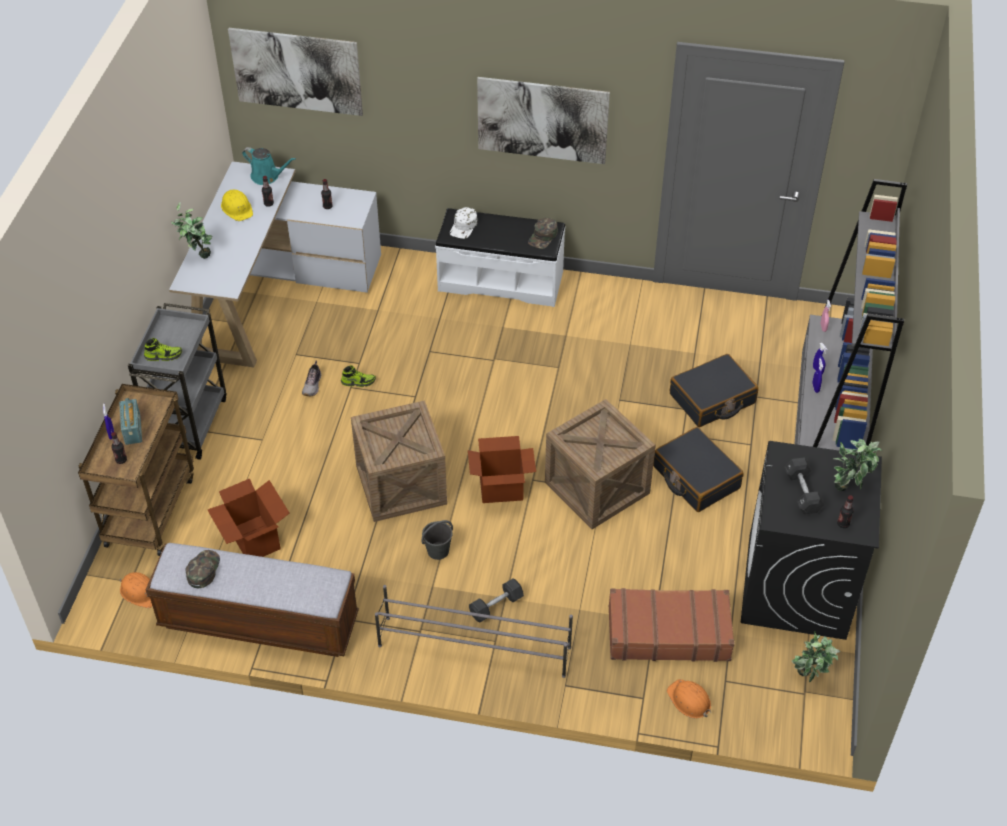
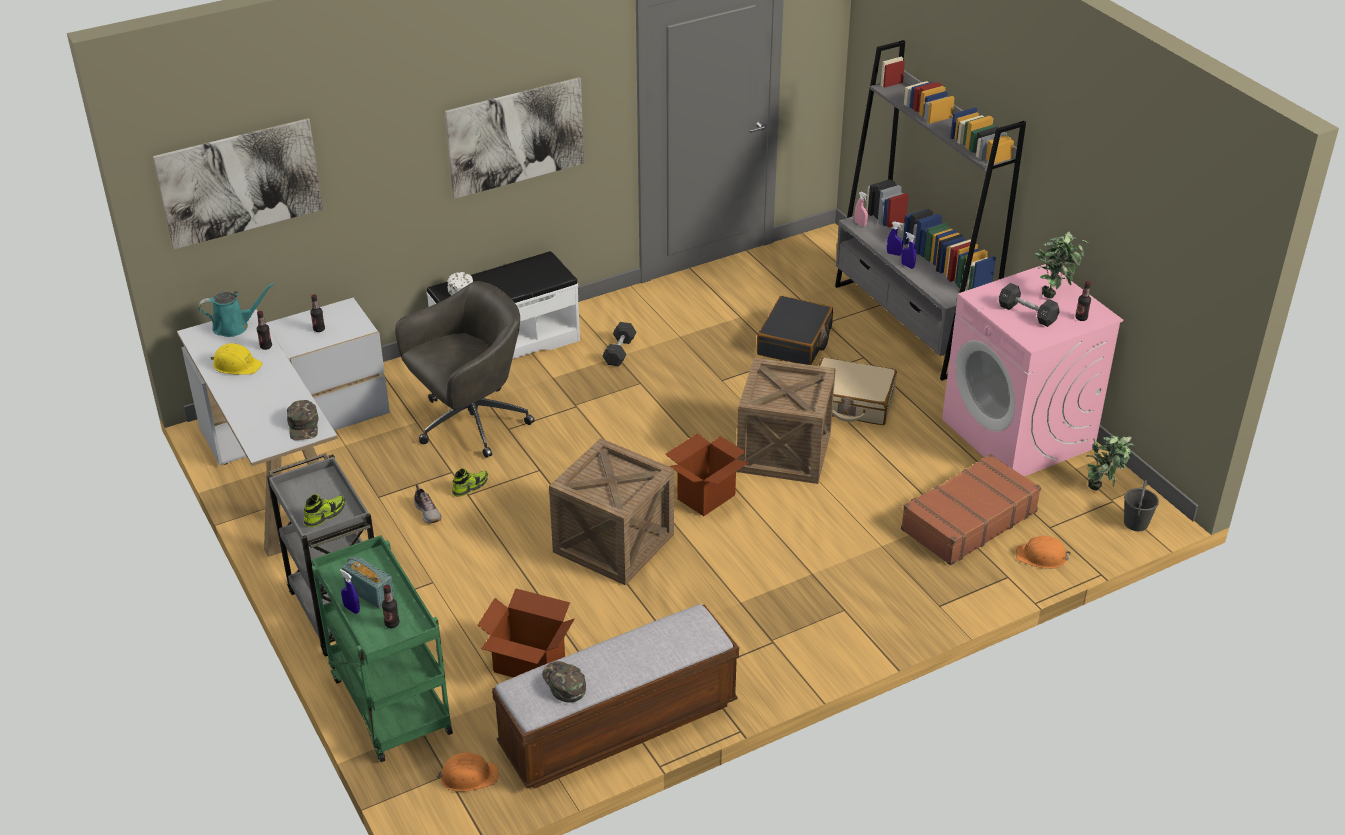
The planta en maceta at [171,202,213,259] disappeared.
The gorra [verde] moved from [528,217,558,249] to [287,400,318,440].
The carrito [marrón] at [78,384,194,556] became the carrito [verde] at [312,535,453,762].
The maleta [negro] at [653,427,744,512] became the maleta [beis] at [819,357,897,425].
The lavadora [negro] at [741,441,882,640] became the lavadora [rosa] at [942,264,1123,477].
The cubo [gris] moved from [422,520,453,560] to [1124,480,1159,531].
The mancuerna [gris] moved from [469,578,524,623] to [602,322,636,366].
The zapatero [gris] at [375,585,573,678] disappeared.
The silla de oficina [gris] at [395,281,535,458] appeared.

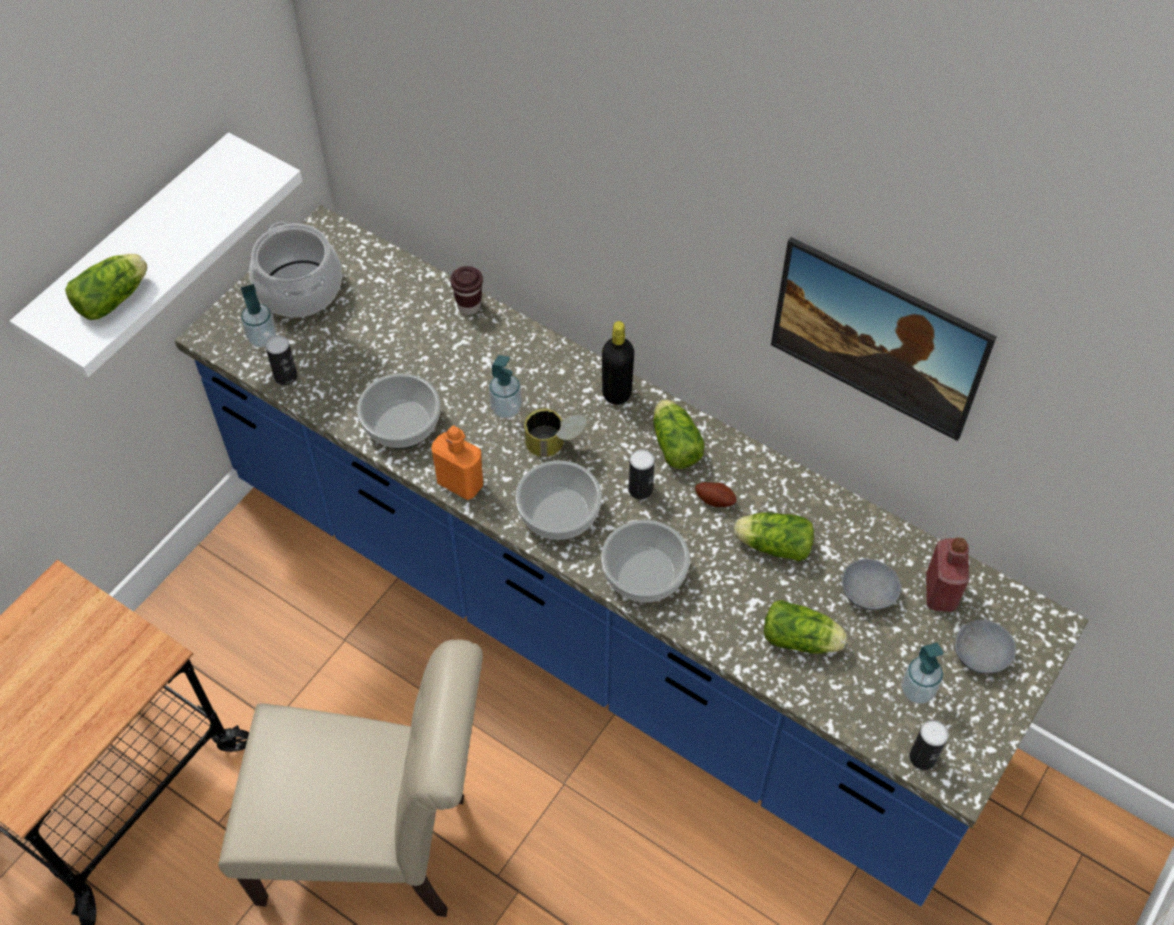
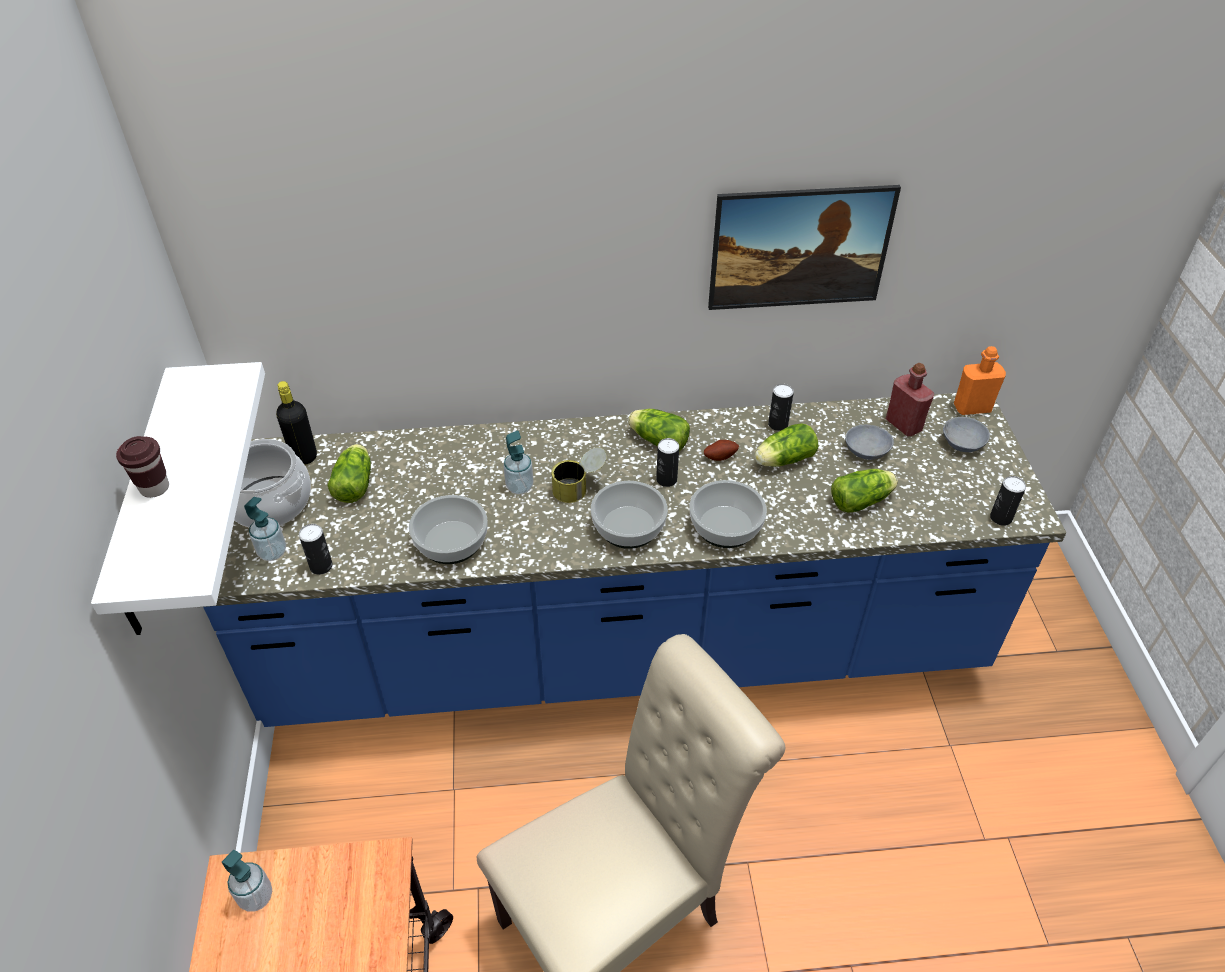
The lechuga moved from [65,254,147,320] to [328,444,371,503].
The taza [marrón] moved from [450,266,483,315] to [116,436,169,498].
The botella [negro] moved from [602,321,634,405] to [276,381,317,465].
The botella [naranja] moved from [431,425,483,500] to [954,346,1006,415].
The dispensador de jabón moved from [901,643,943,704] to [222,850,272,912].
The lata at [768,384,794,431] appeared.

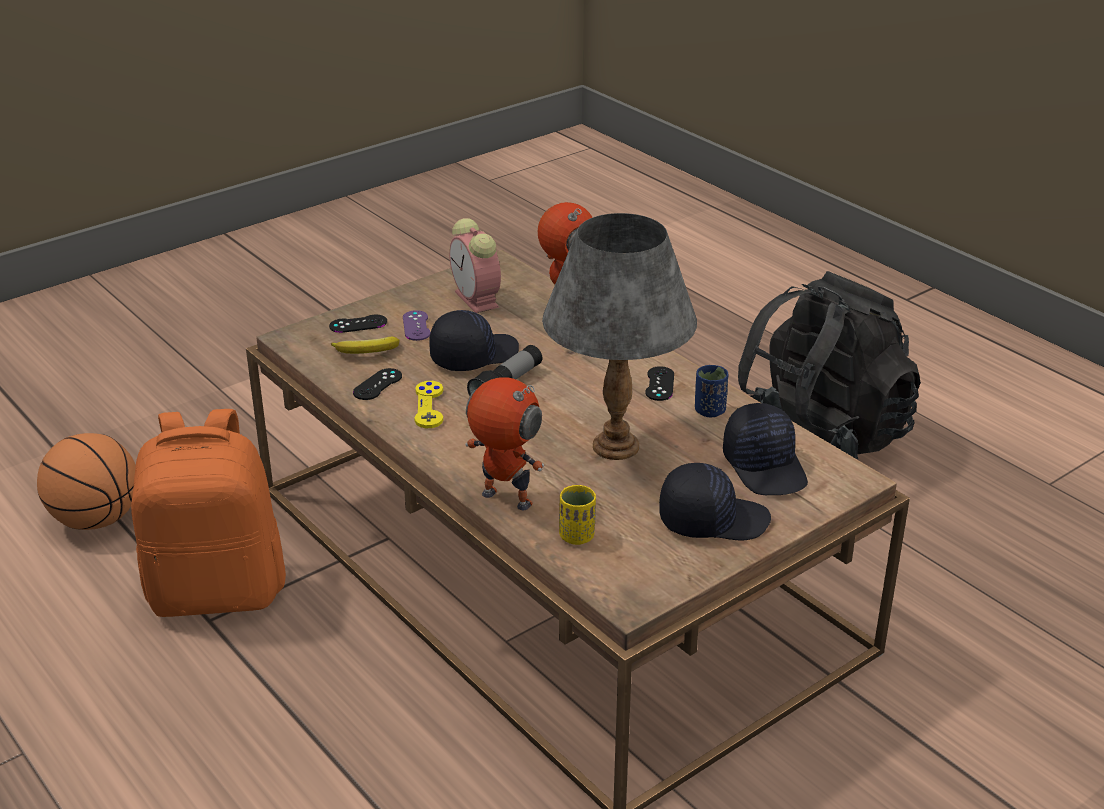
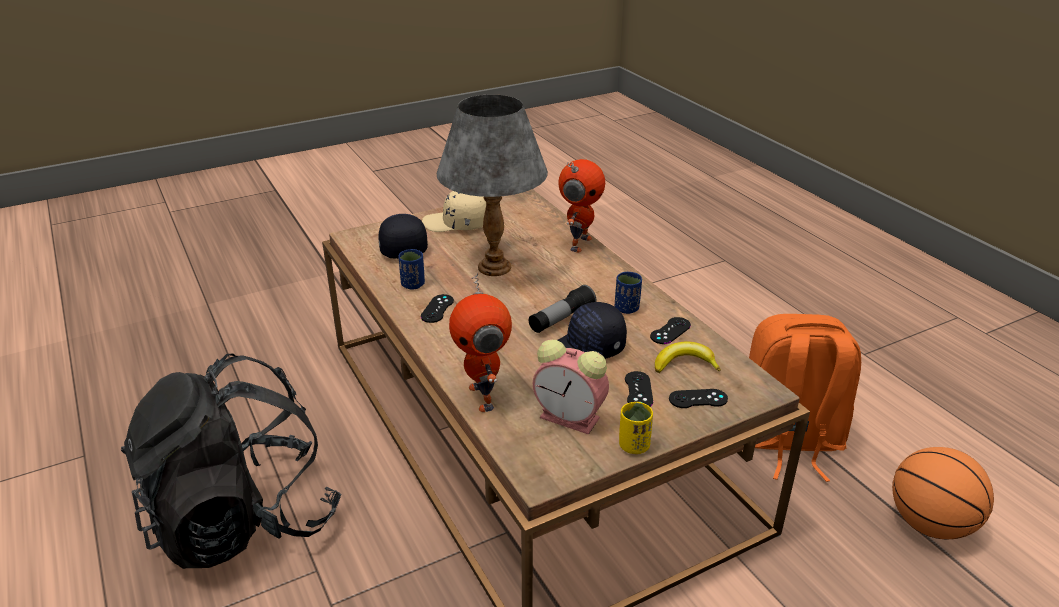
The despertador at [449,218,501,313] turned 135 degrees clockwise.
The mando de consola [morado] at [403,310,431,341] became the mando de consola [negro] at [625,371,653,407].
The robot de juguete at [465,377,544,511] turned 105 degrees counterclockwise.
The mando de consola [amarillo] at [414,381,443,428] was replaced by the taza [azul] at [615,272,642,314].
The gorra [negro] at [659,463,771,541] became the gorra [beis] at [422,191,486,232].
The taza [amarillo] moved from [559,485,596,545] to [619,402,653,454].

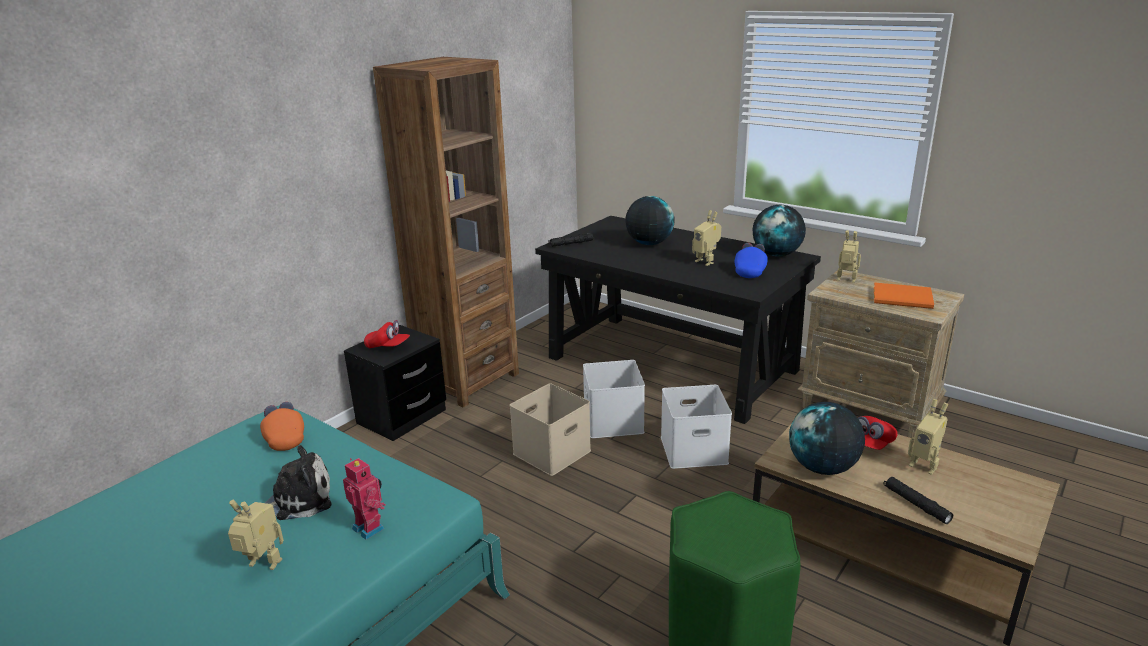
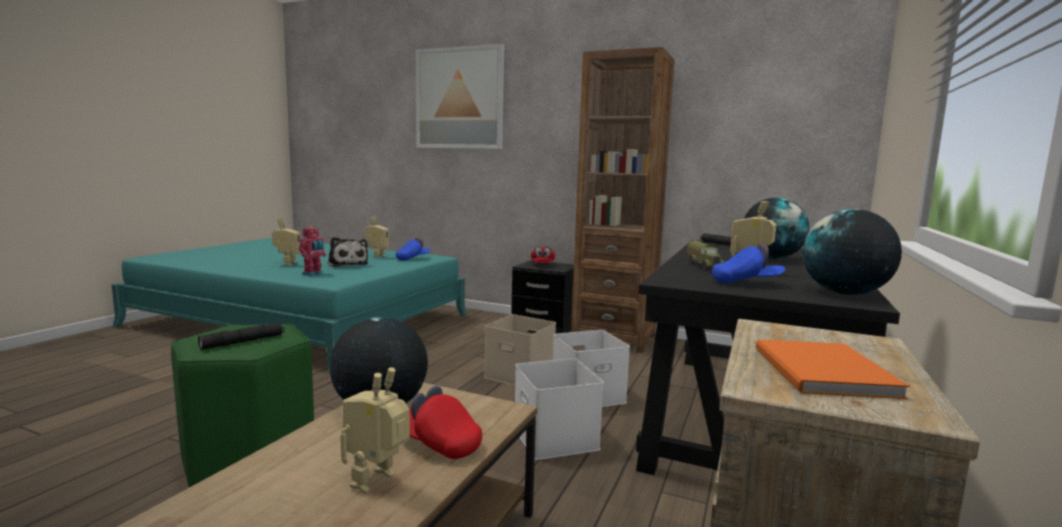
The robot de juguete moved from [837,230,861,283] to [365,216,389,258].
The gorra [naranja] at [260,402,304,451] became the gorra [azul] at [396,238,430,260].
The linterna [negro] moved from [883,477,953,524] to [198,323,285,350].
The cuadro at [416,44,504,149] appeared.
The camión de juguete at [687,240,724,270] appeared.

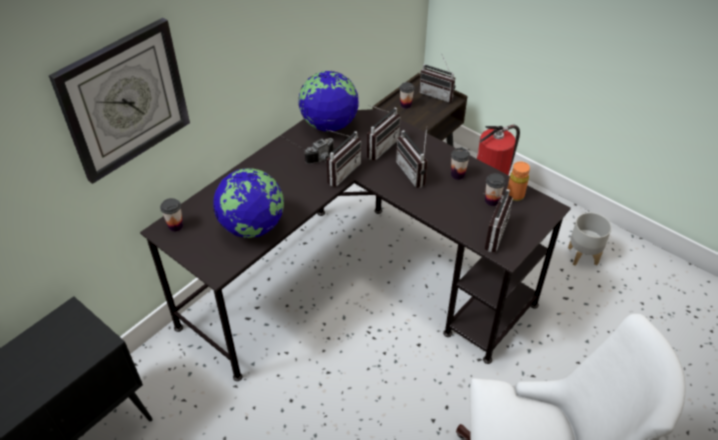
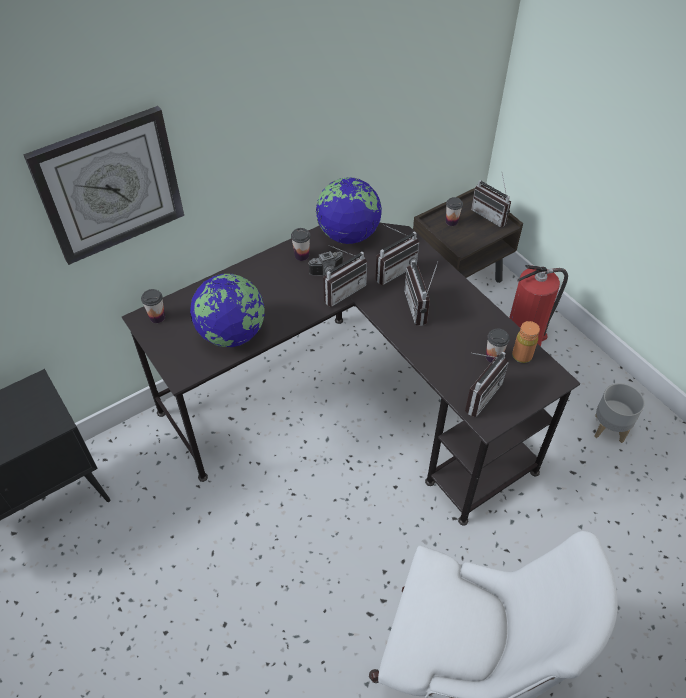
The taza moved from [451,148,470,180] to [291,228,311,261].

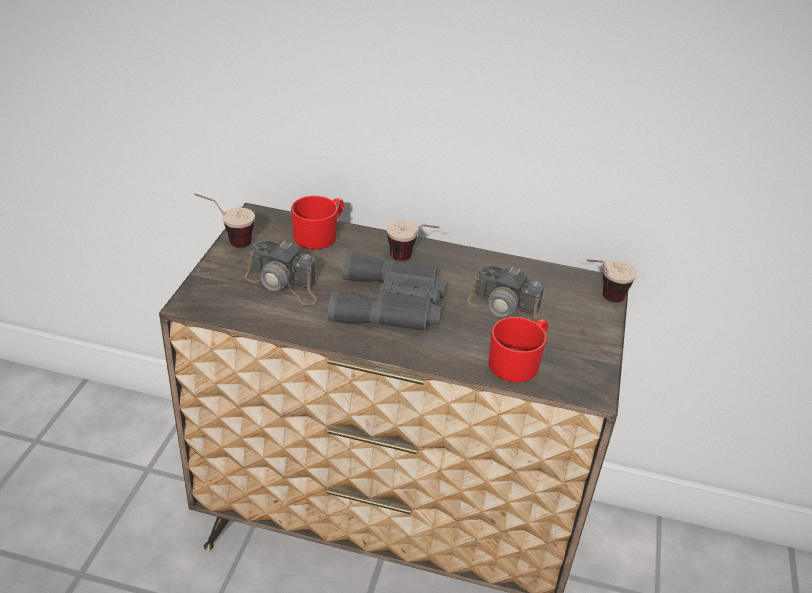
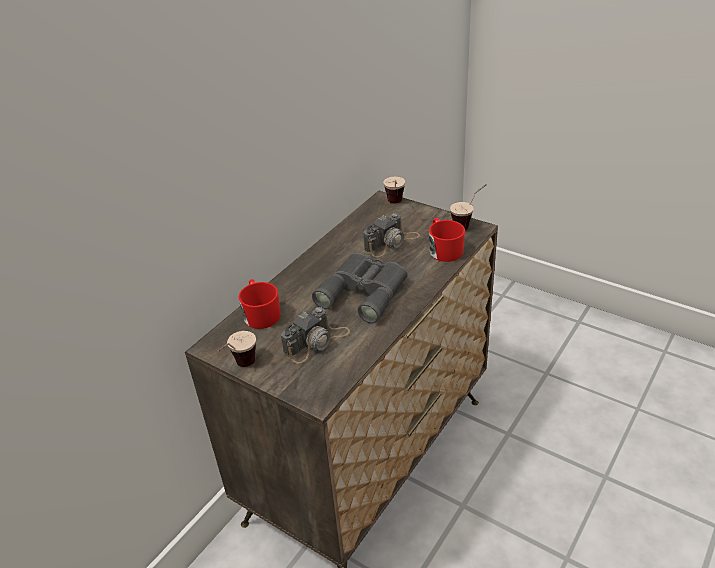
The taza moved from [386,221,439,261] to [450,184,486,230].

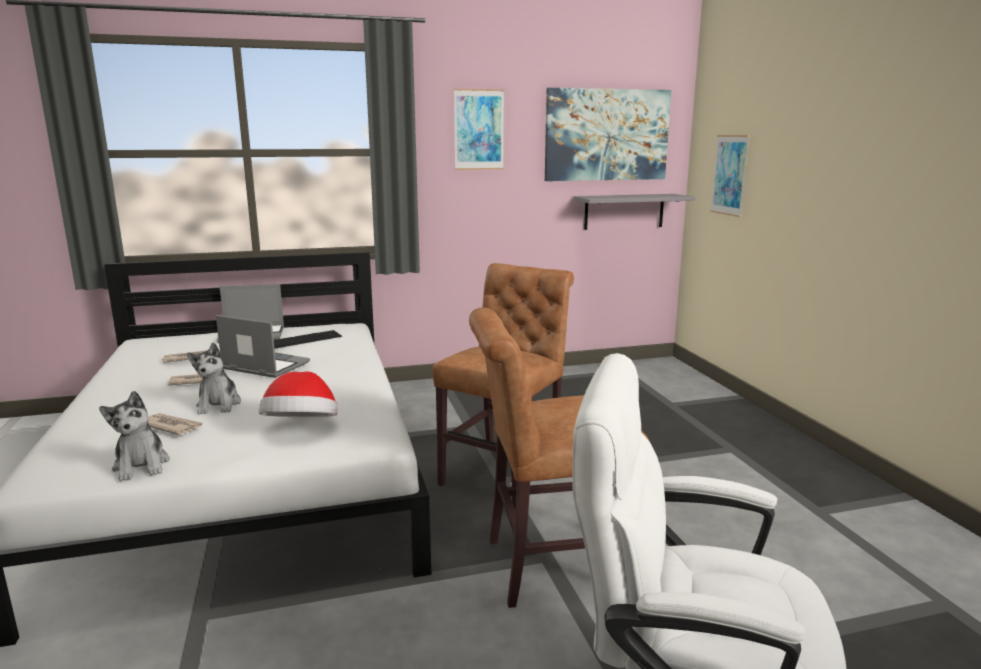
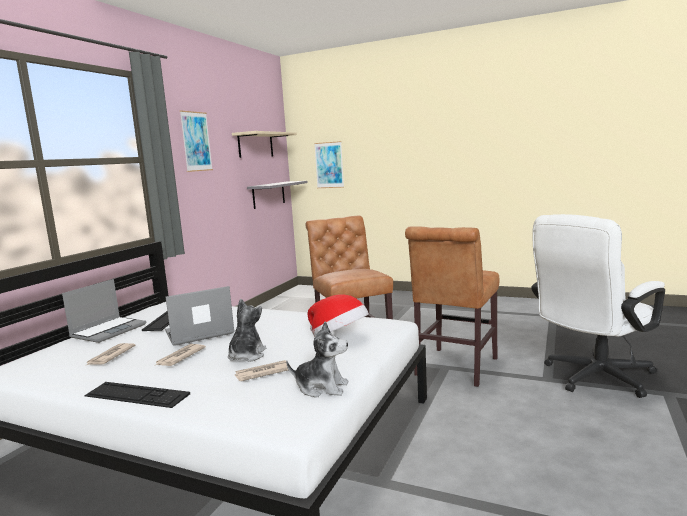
The cuadro at [545,88,671,181] was replaced by the estante [beis] at [232,131,297,158].
The peluche at [187,343,241,414] turned 105 degrees counterclockwise.
The teclado at [84,382,190,408] appeared.

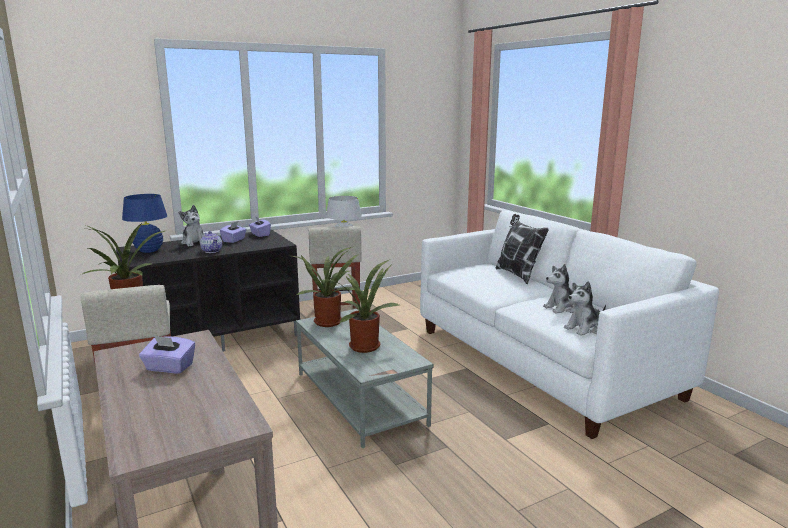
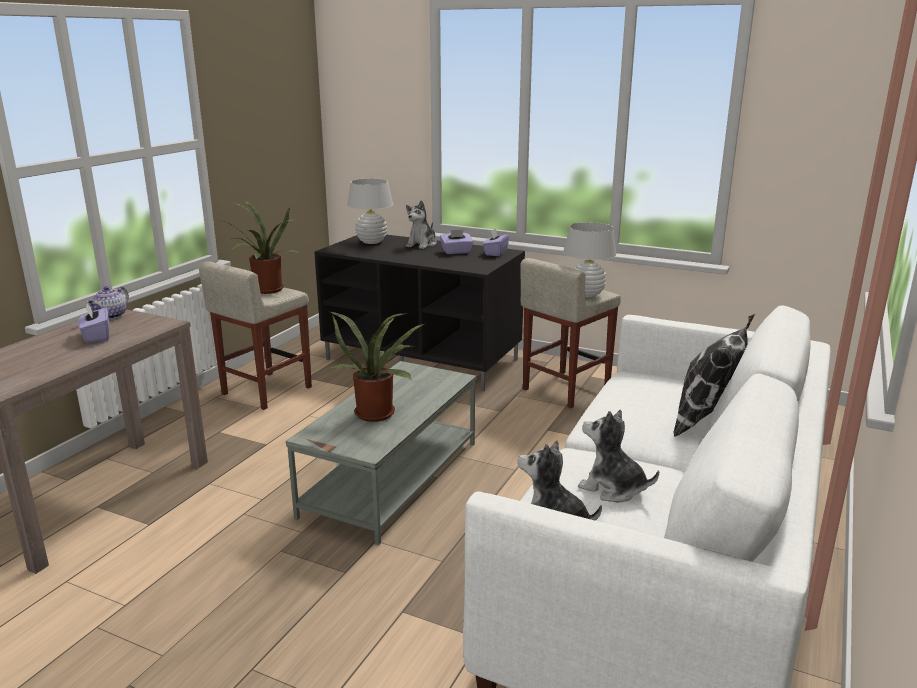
The lámpara de mesa [azul] at [122,194,167,253] became the lámpara de mesa [blanco] at [347,178,393,244].
The tetera moved from [200,231,222,253] to [86,286,129,320].
The planta en maceta at [292,247,359,327] disappeared.

